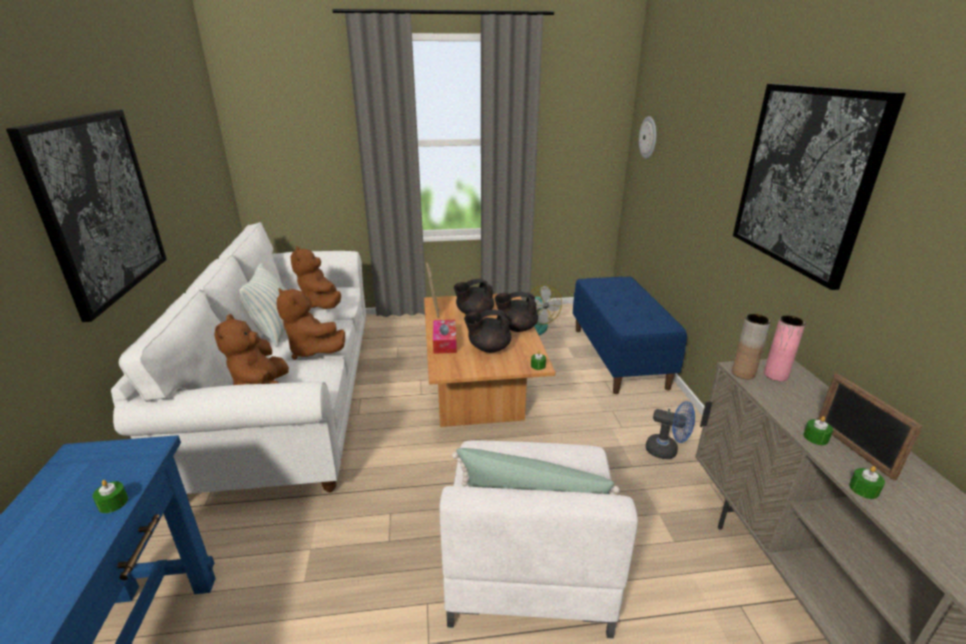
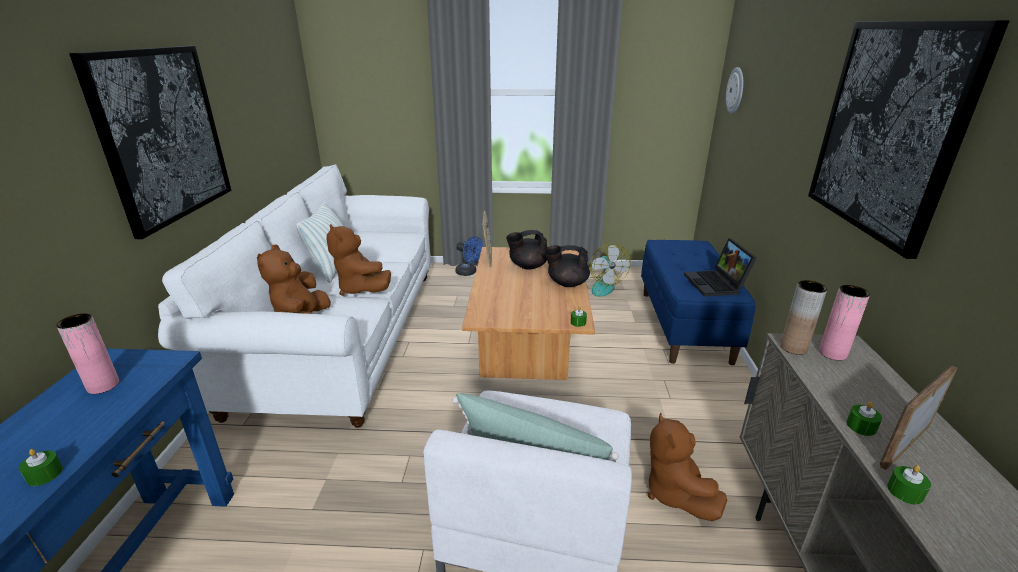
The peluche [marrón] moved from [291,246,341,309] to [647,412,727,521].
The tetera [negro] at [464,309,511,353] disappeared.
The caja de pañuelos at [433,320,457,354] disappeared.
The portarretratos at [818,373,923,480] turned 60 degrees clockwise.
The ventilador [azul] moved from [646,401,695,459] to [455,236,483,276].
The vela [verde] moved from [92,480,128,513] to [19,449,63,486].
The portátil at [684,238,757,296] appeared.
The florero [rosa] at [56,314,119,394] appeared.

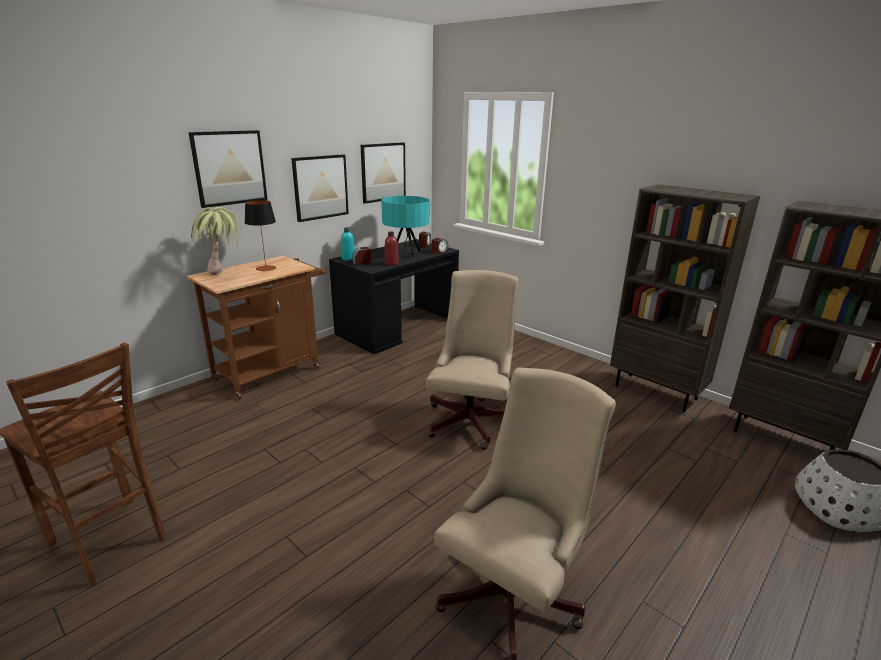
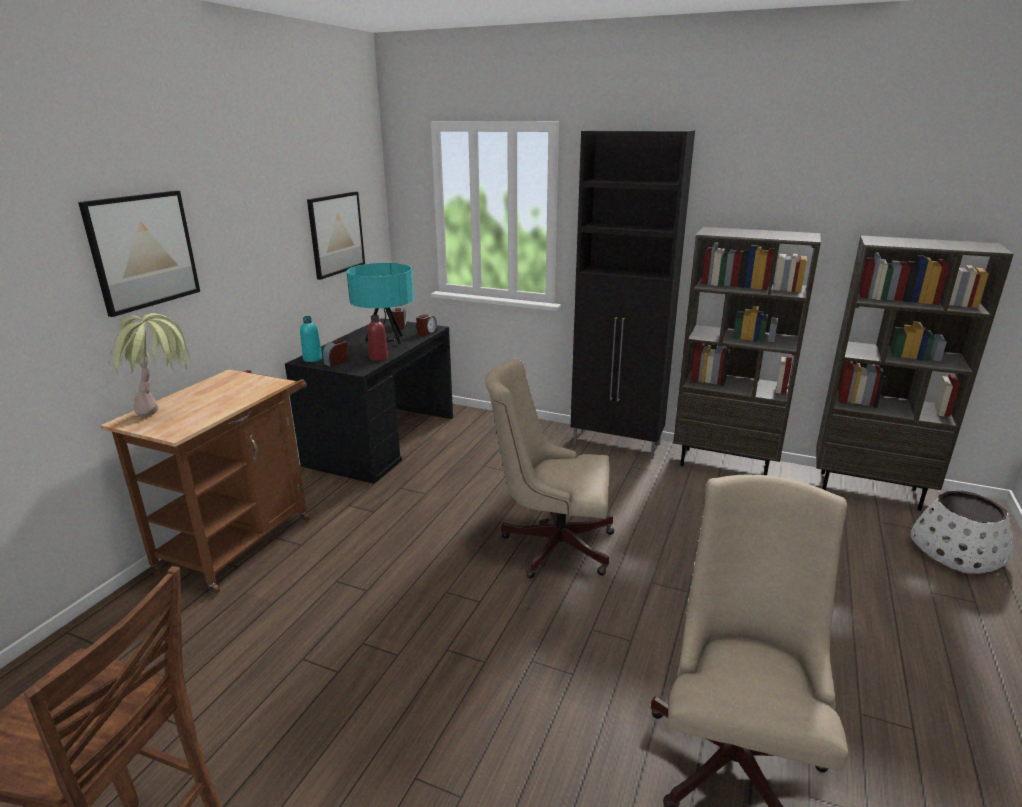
The cuadro at [291,154,349,222] disappeared.
The lámpara de mesa at [245,200,276,271] disappeared.
The silla de oficina [beis] at [426,270,518,450] turned 75 degrees counterclockwise.
The armario [negro] at [570,130,695,459] appeared.

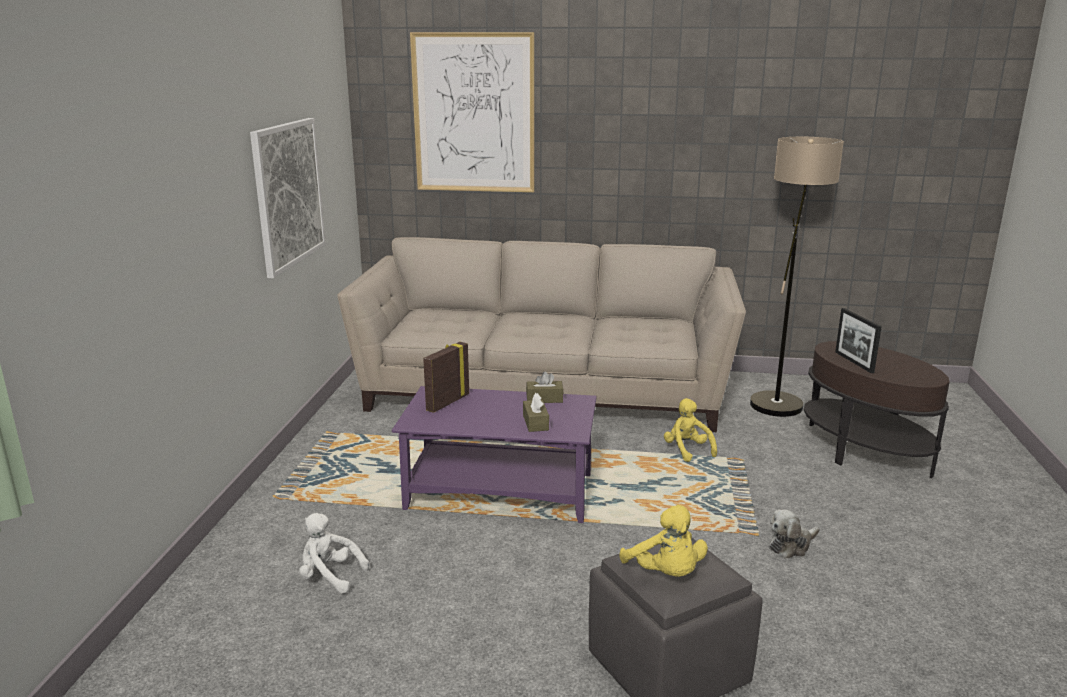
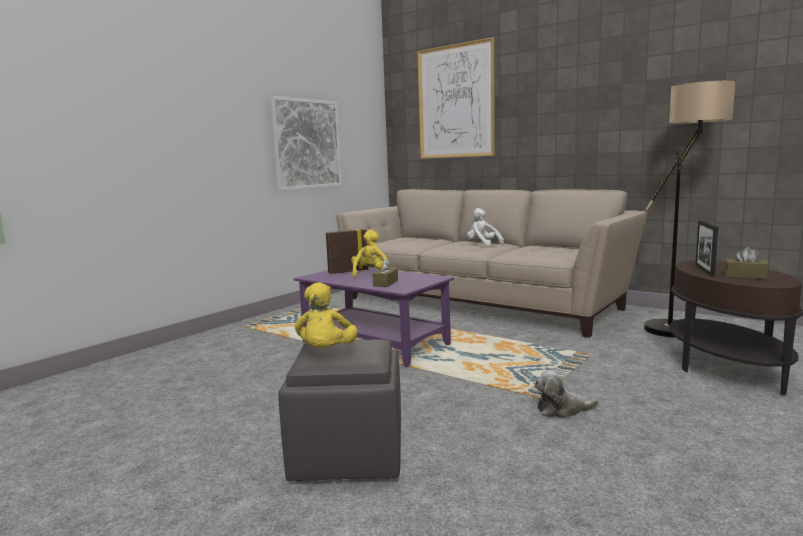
The caja de pañuelos [marrón] moved from [526,372,563,403] to [725,247,769,279].
The peluche [amarillo] moved from [664,398,717,462] to [351,230,388,277].
The peluche [blanco] moved from [299,513,369,593] to [467,208,504,246].

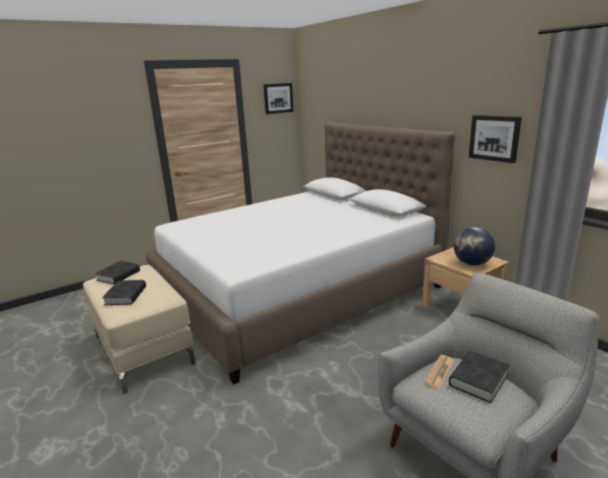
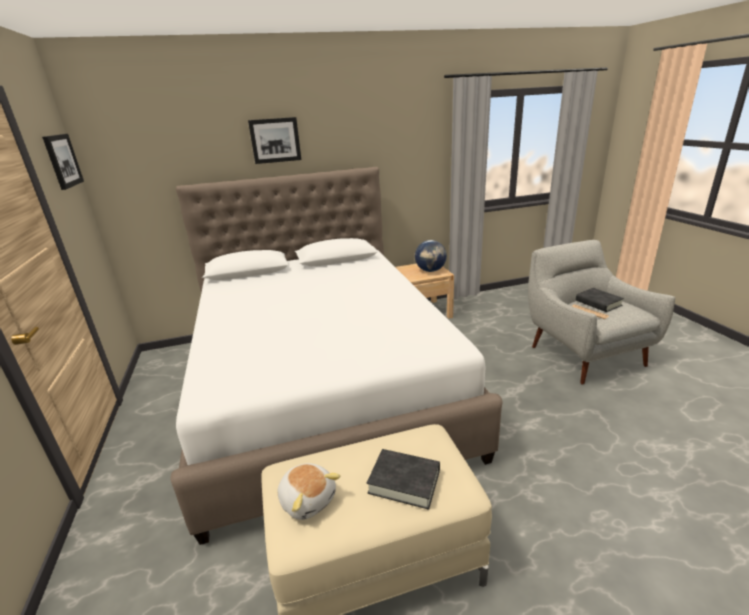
The cuadro moved from [469,115,522,163] to [248,117,301,164].
The libro [negro] at [95,261,140,284] was replaced by the peluche at [277,463,341,520].

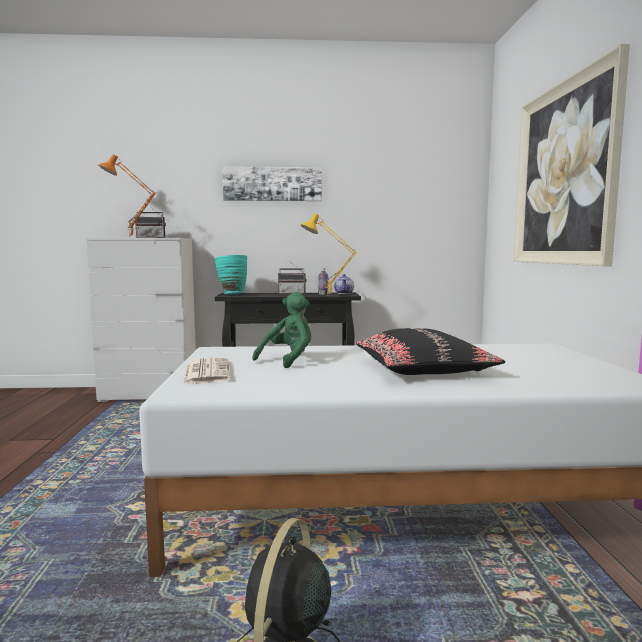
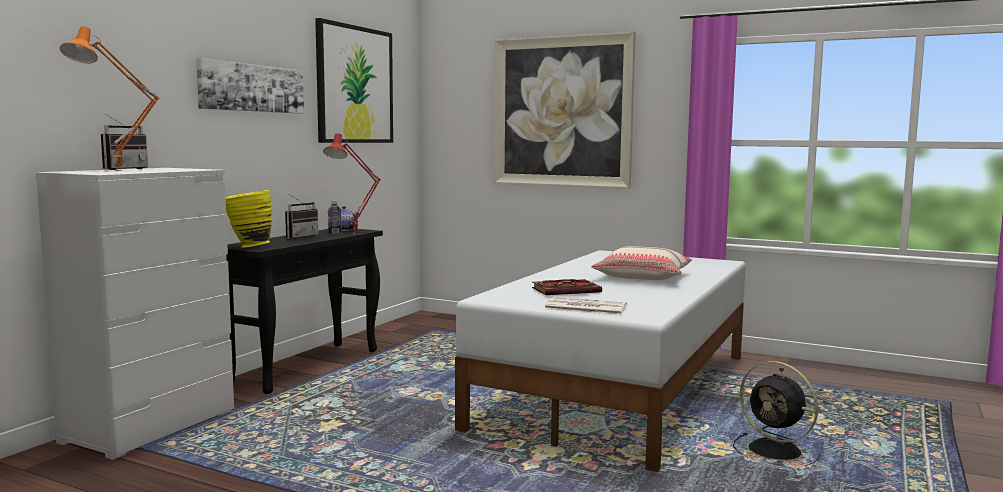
The lámpara de mesa [amarillo] at [301,213,357,296] became the lámpara de mesa [rojo] at [323,133,381,234].
The florero [turquesa] at [214,255,247,294] became the florero [amarillo] at [226,190,272,248].
The peluche [verde] at [252,292,311,368] was replaced by the libro at [532,279,602,295].
The cojín [negro] at [356,328,505,375] became the cojín [beis] at [591,246,692,280].
The cuadro at [315,18,393,143] appeared.

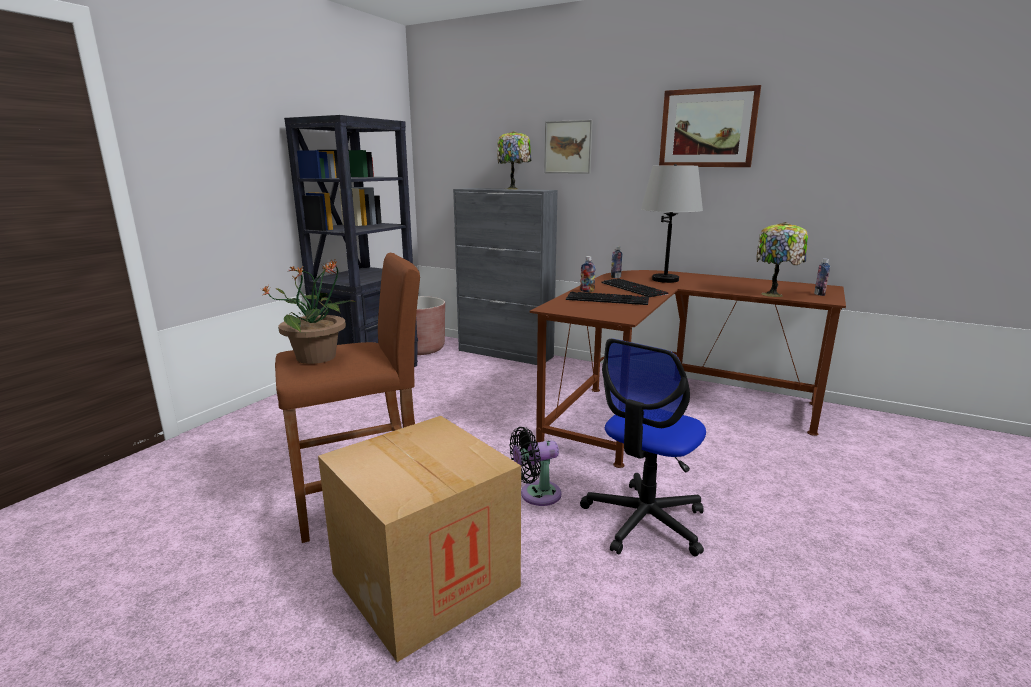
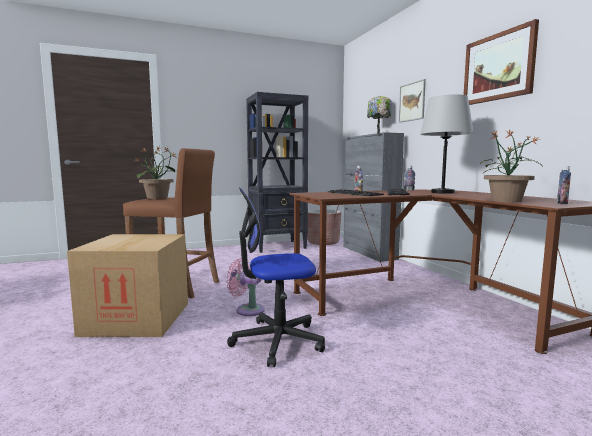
The lámpara de mesa at [757,222,808,297] was replaced by the planta en maceta at [480,129,542,202].
The ventilador [negro] at [510,427,561,506] became the ventilador [rosa] at [226,259,265,316].

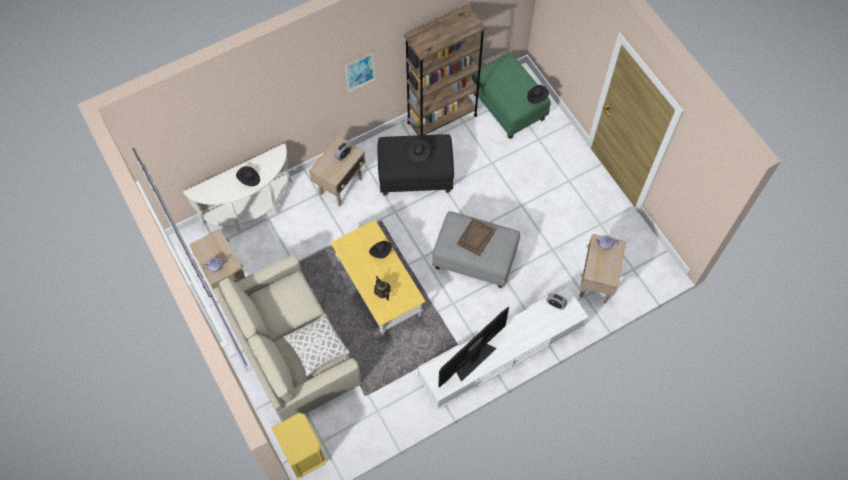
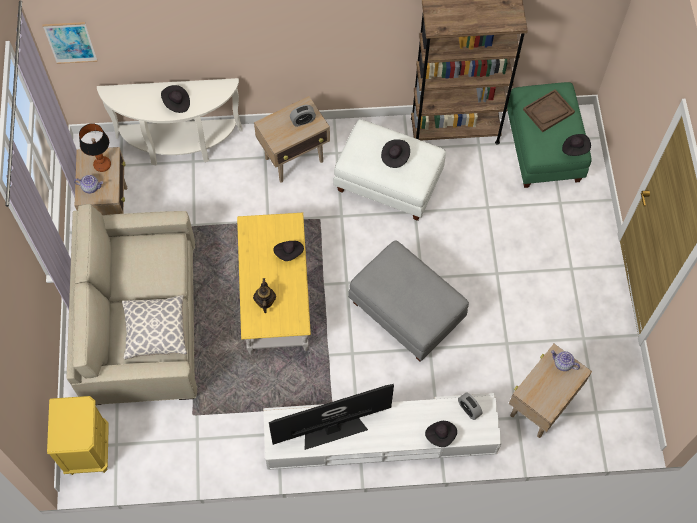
The cuadro moved from [345,52,375,93] to [43,22,97,64].
The puf [negro] at [378,134,454,195] became the puf [blanco] at [333,119,446,221].
The bandeja [marrón] moved from [457,218,495,256] to [523,89,575,132].
The lámpara de mesa at [79,124,111,172] appeared.
The sombrero [negro] at [425,421,457,447] appeared.

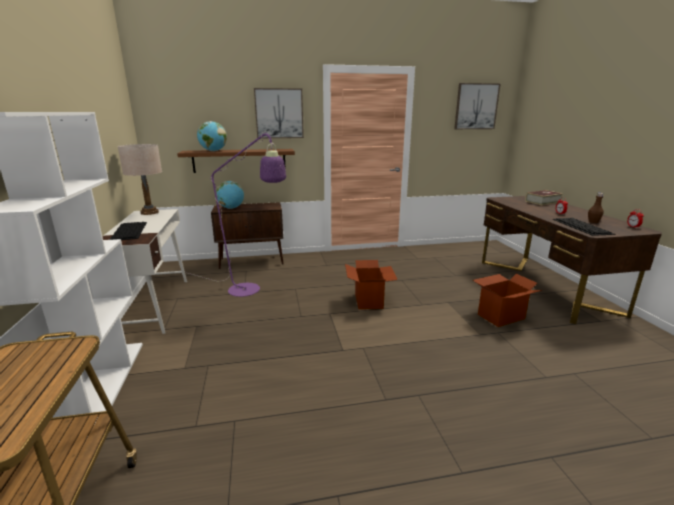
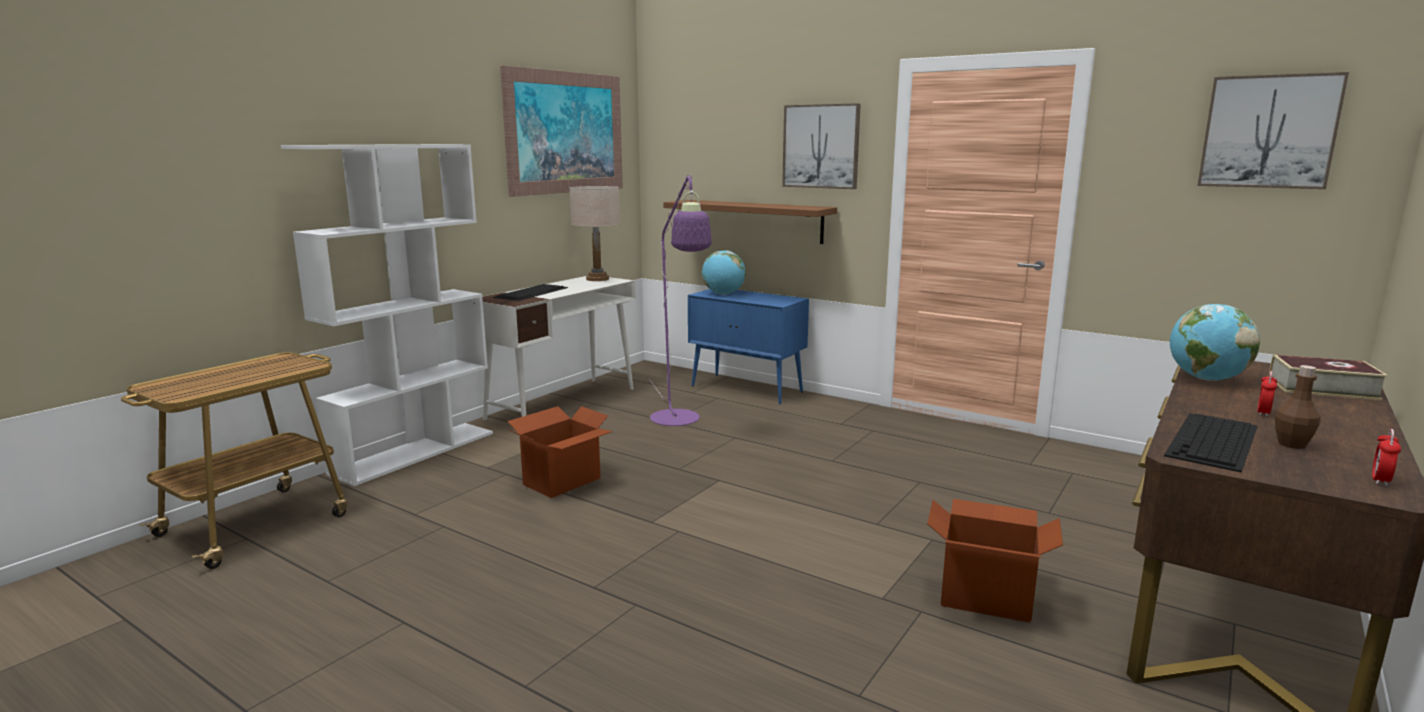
The globo terráqueo moved from [197,121,227,151] to [1170,304,1260,381].
The armario [marrón] at [211,202,284,269] became the armario [azul] at [688,289,809,404].
The caja de cartón moved from [345,260,398,310] to [507,406,613,498].
The cuadro at [500,65,623,197] appeared.

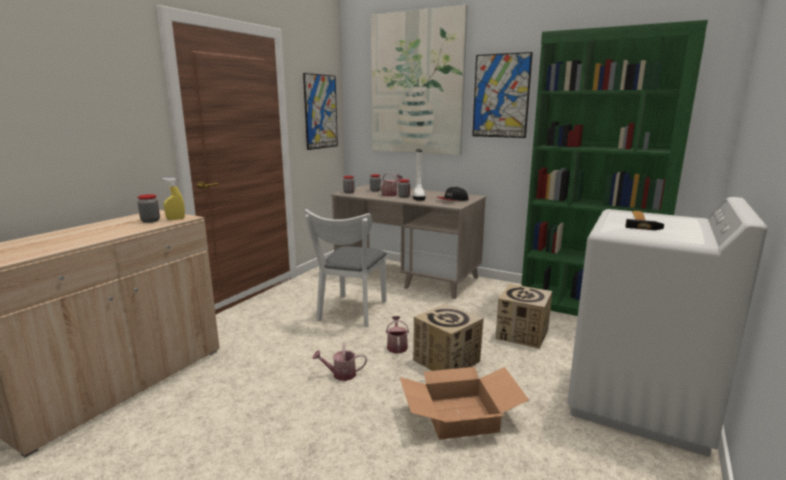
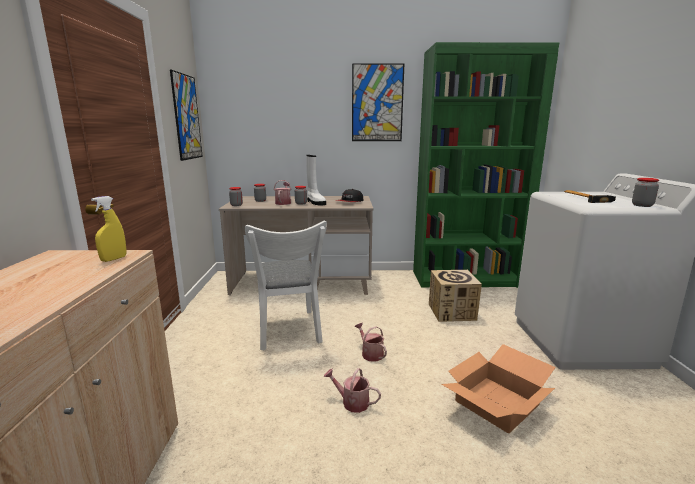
The cuadro at [371,5,468,155] disappeared.
The tarro moved from [137,194,160,223] to [632,178,659,207].
The caja de cartón at [413,303,484,371] disappeared.
The regadera at [312,342,367,381] turned 60 degrees clockwise.

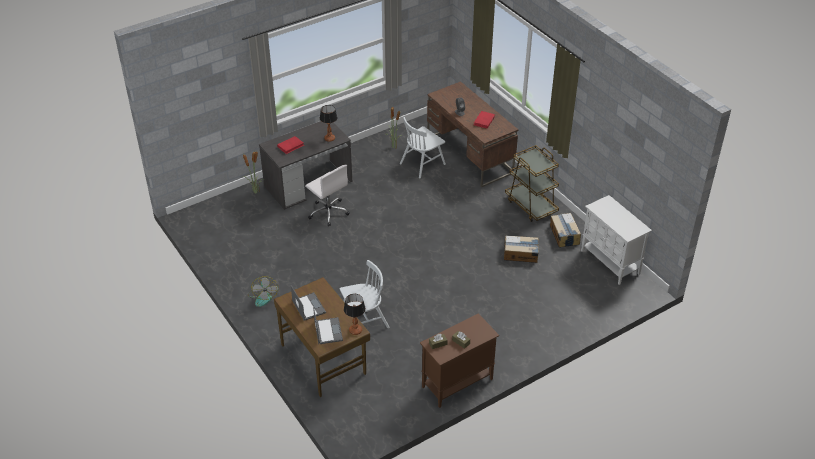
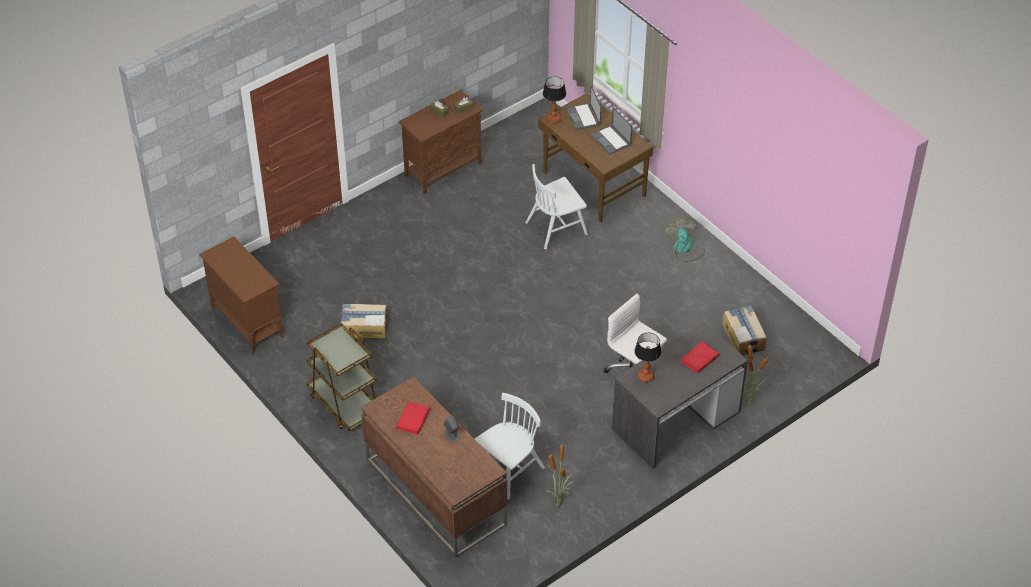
The armario [blanco] at [581,195,652,285] became the armario [marrón] at [199,236,284,354].
The caja de cartón moved from [550,213,581,247] to [722,305,767,355].

